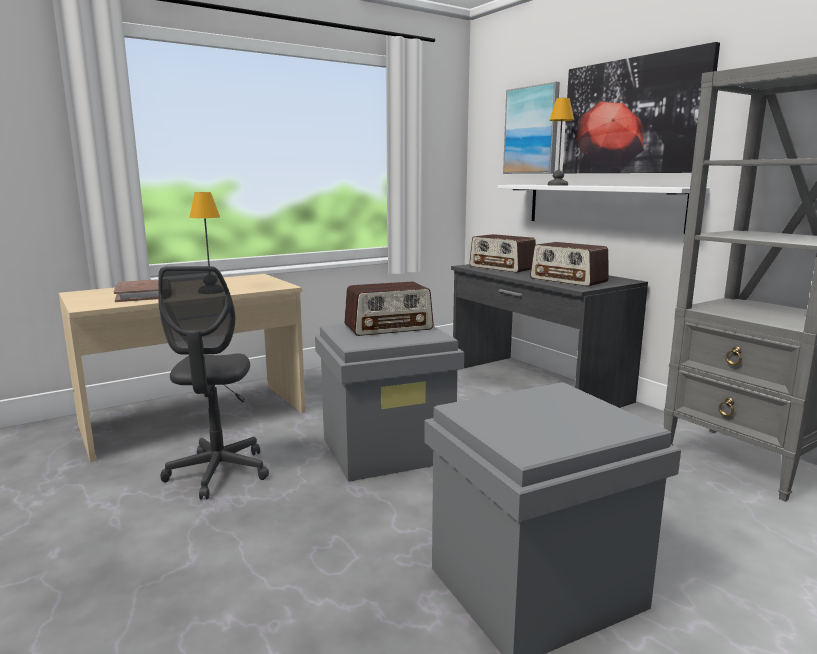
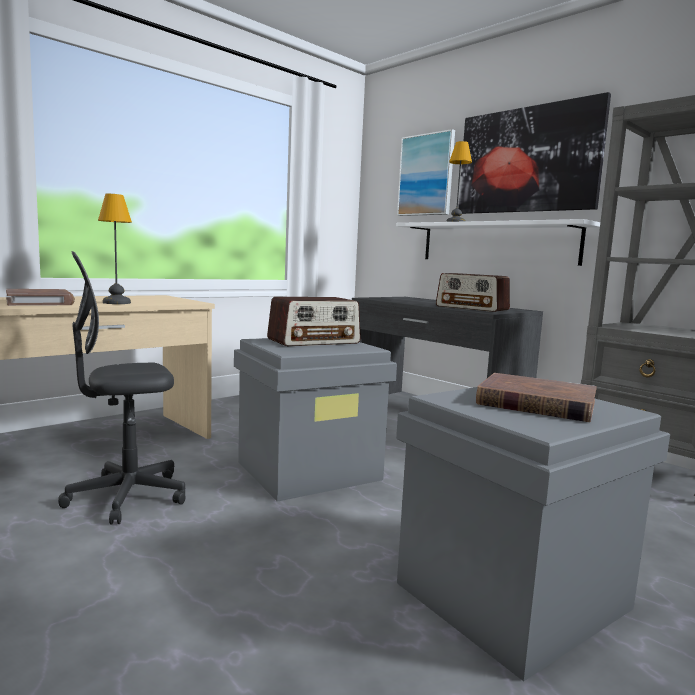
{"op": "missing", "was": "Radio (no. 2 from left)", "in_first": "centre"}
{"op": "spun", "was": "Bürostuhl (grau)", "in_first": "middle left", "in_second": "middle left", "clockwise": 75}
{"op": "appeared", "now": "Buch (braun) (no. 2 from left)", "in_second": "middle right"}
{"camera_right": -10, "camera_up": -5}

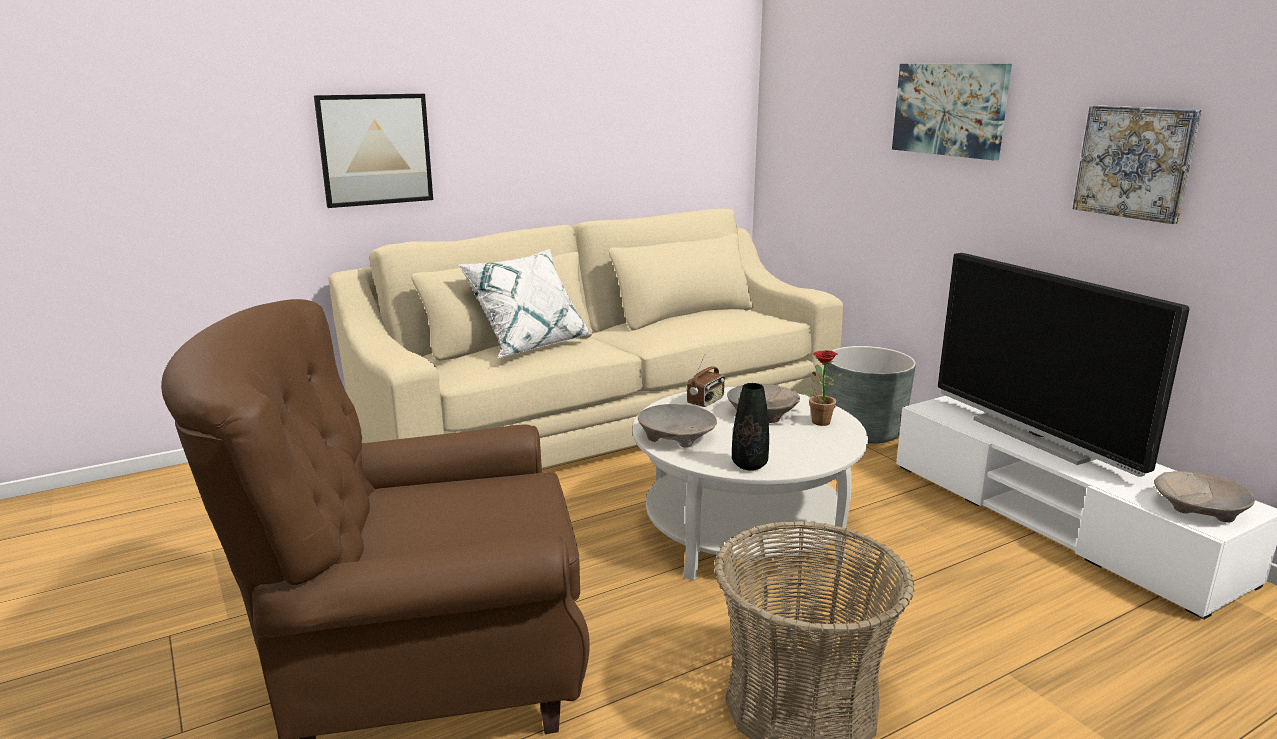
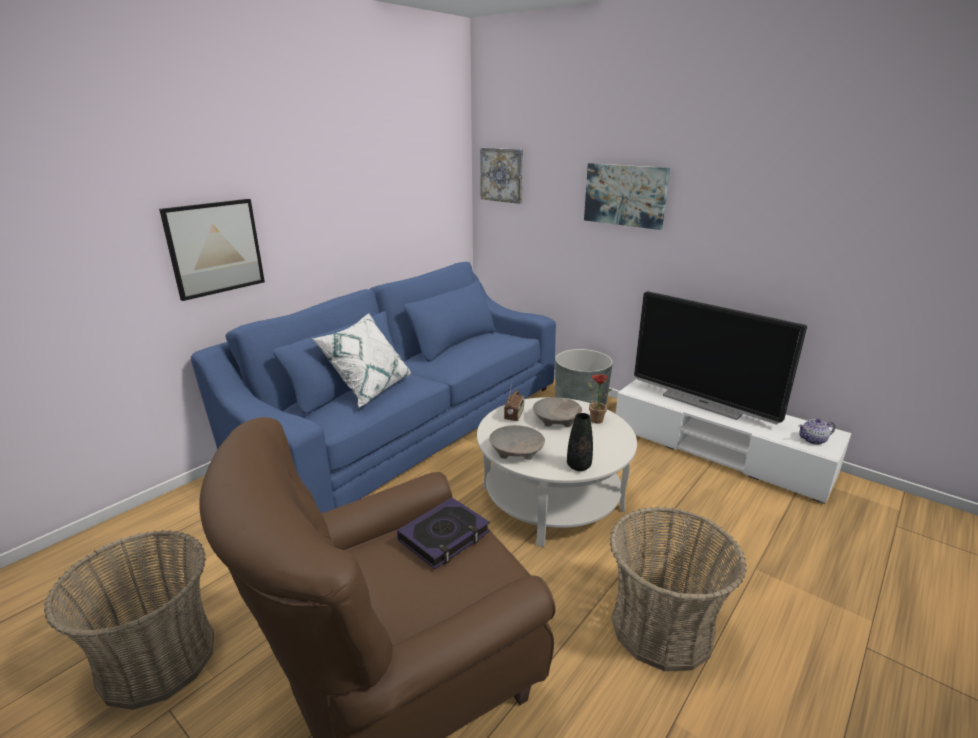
{"op": "relocated", "was": "Bild (no. 3 from left in the first image)", "now": "Bild (no. 2 from left)", "in_first": "top right", "in_second": "top centre"}
{"op": "colour", "was": "Sofa (beige)", "now": "Sofa (blau)", "in_first": "centre", "in_second": "centre"}
{"op": "exchanged", "was": "Schüssel (beige) (no. 3 from left)", "now": "Teekanne", "in_first": "bottom right", "in_second": "middle right"}
{"op": "appeared", "now": "Buch", "in_second": "bottom centre"}
{"op": "appeared", "now": "Korb (no. 1 from left)", "in_second": "bottom left"}
{"camera_right": -20, "camera_up": 5}

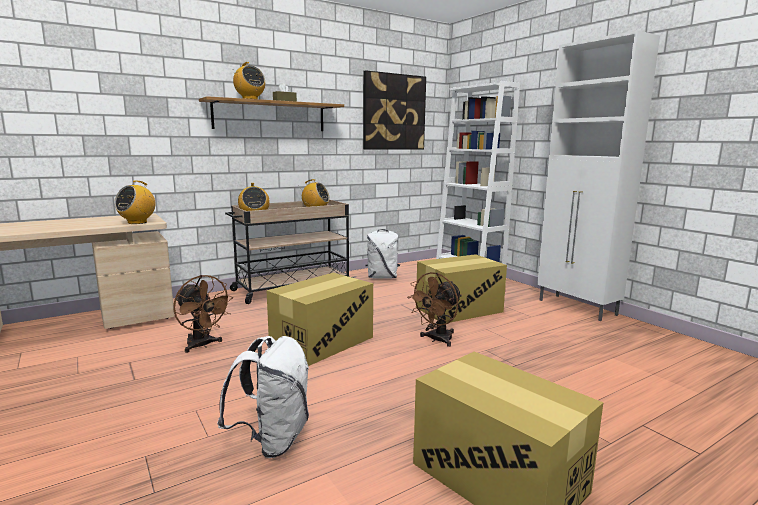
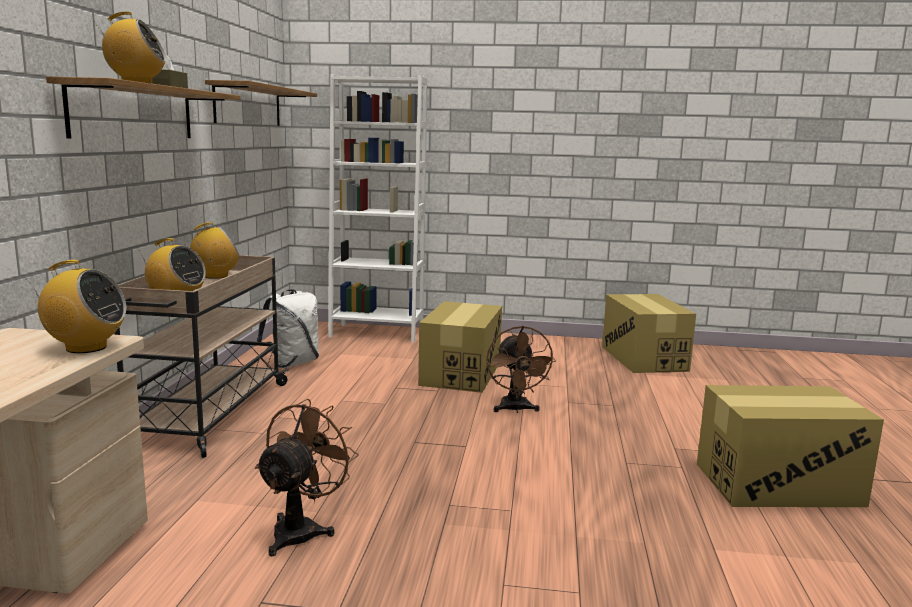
{"op": "missing", "was": "Schrank (weiß)", "in_first": "middle right"}
{"op": "exchanged", "was": "Bild", "now": "Wandregal (no. 2 from left)", "in_first": "top centre", "in_second": "top left"}
{"op": "spun", "was": "Radio (no. 1 from left)", "in_first": "middle left", "in_second": "middle left", "clockwise": -60}
{"op": "relocated", "was": "Karton (no. 1 from left in the first image)", "now": "Karton (no. 2 from left)", "in_first": "centre", "in_second": "middle right"}
{"op": "spun", "was": "Ventilator (braun) (no. 1 from left)", "in_first": "middle left", "in_second": "bottom centre", "clockwise": -60}
{"op": "missing", "was": "Rucksack (weiß) (no. 1 from left)", "in_first": "bottom centre"}
{"camera_right": -50, "camera_up": 0}

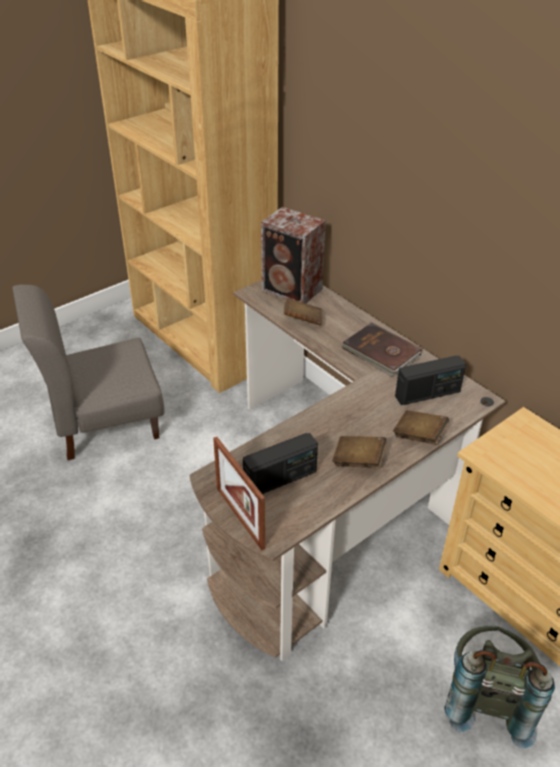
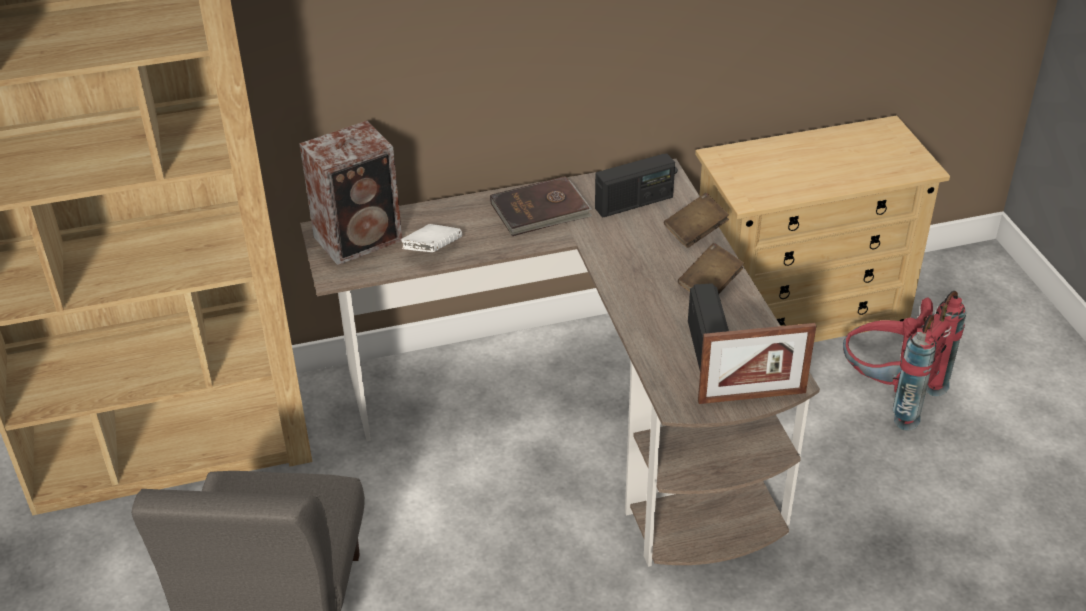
{"op": "colour", "was": "Buch (braun) (no. 1 from left)", "now": "Buch (weiß)", "in_first": "centre", "in_second": "centre"}
{"op": "spun", "was": "Radio (no. 2 from left in the first image)", "in_first": "middle right", "in_second": "top centre", "clockwise": 60}
{"op": "colour", "was": "Rucksack (grau)", "now": "Rucksack (rot)", "in_first": "bottom right", "in_second": "middle right"}
{"camera_right": -65, "camera_up": 0}

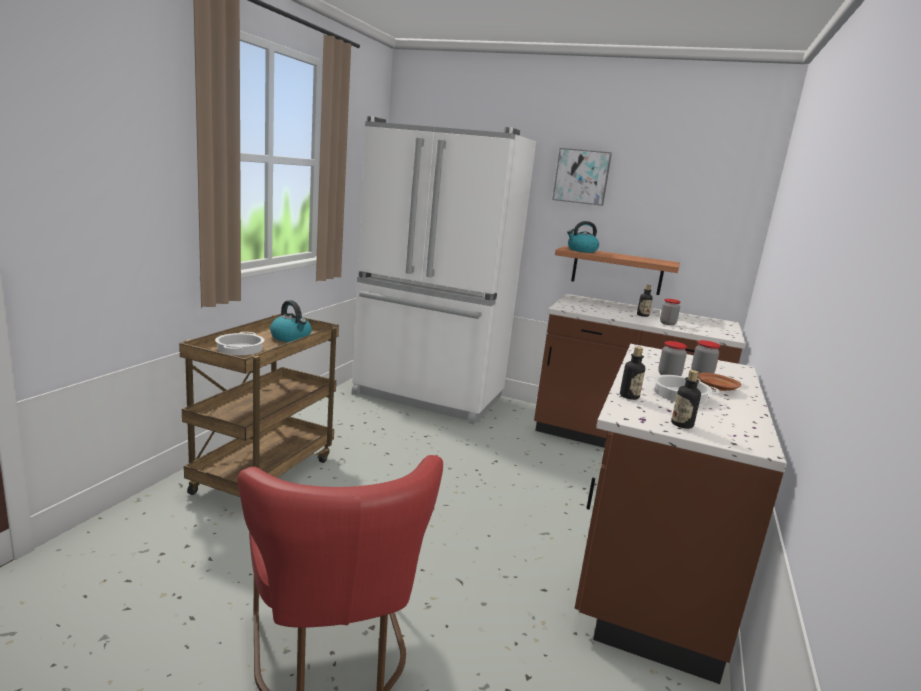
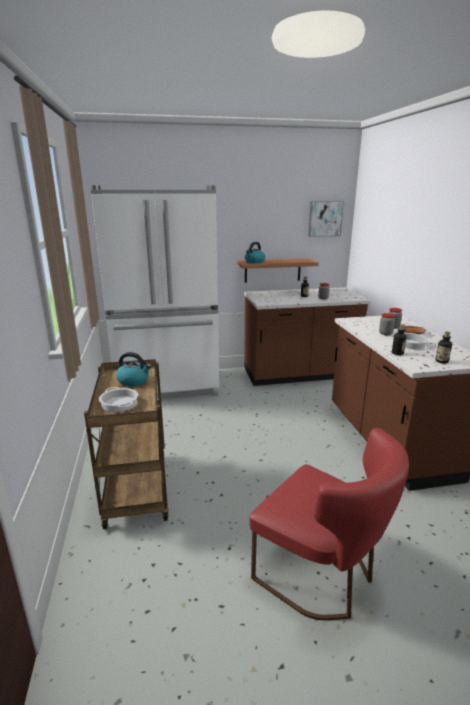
{"op": "relocated", "was": "Bild", "in_first": "top centre", "in_second": "top right"}
{"camera_right": -30, "camera_up": 5}

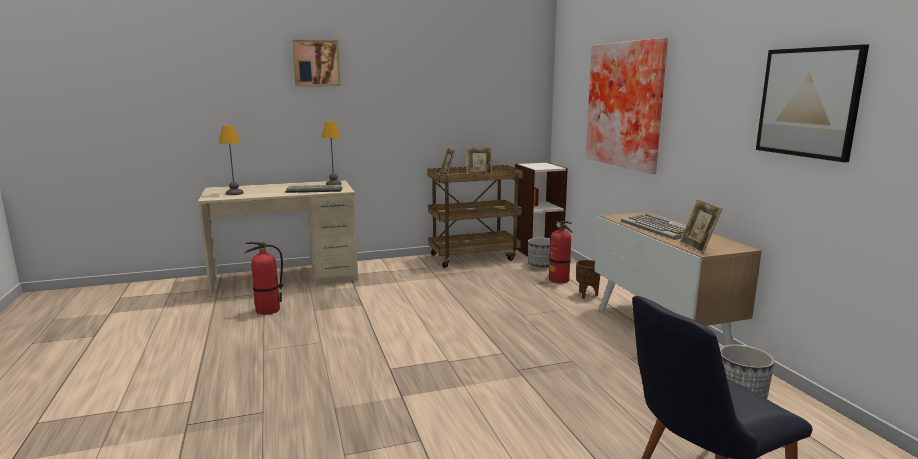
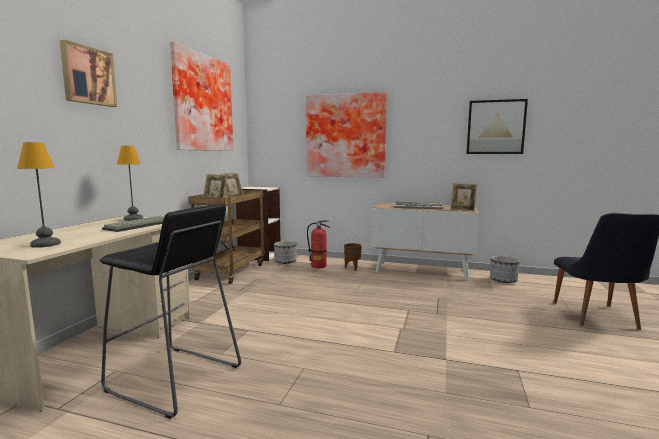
{"op": "exchanged", "was": "Feuerlöscher (no. 1 from left)", "now": "Hocker (schwarz)", "in_first": "middle left", "in_second": "bottom left"}
{"op": "appeared", "now": "Bild (no. 2 from left)", "in_second": "top left"}
{"camera_right": -55, "camera_up": -5}

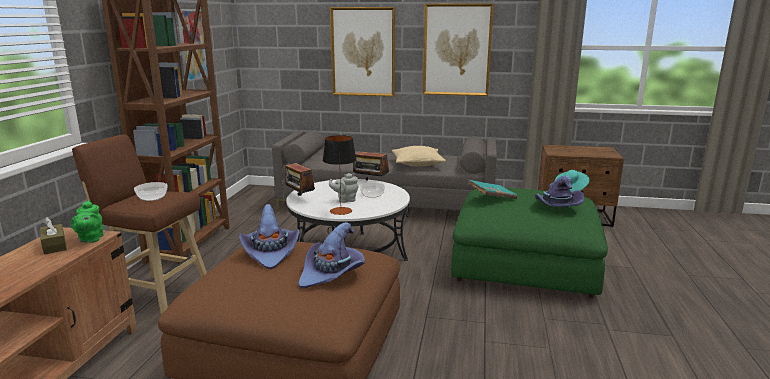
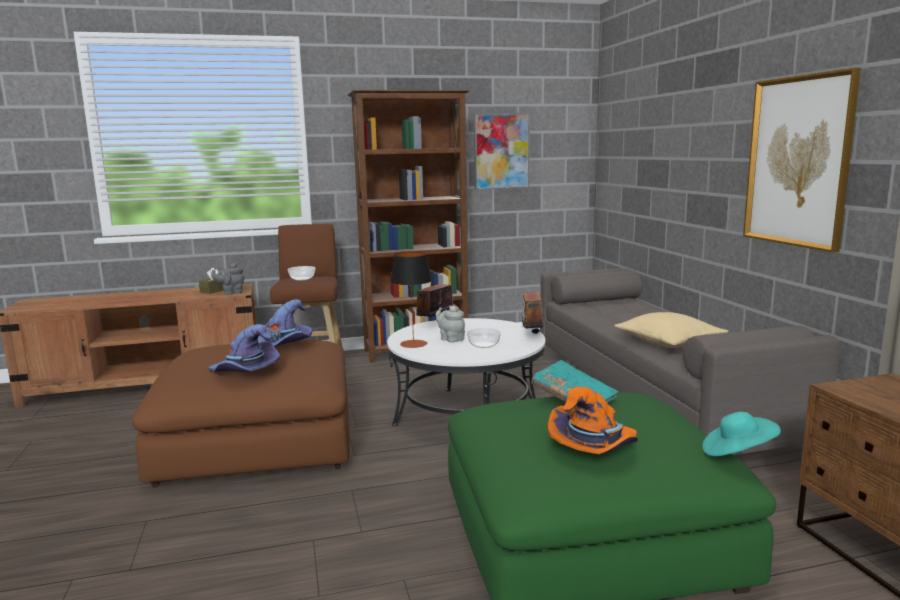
{"op": "missing", "was": "Bild (no. 2 from left)", "in_first": "top centre"}
{"op": "colour", "was": "Hut (lila) (no. 3 from left)", "now": "Hut (orange)", "in_first": "middle right", "in_second": "bottom centre"}
{"op": "colour", "was": "Teekanne (grün)", "now": "Teekanne (grau) (no. 1 from left)", "in_first": "middle left", "in_second": "middle left"}
{"camera_right": 65, "camera_up": -5}

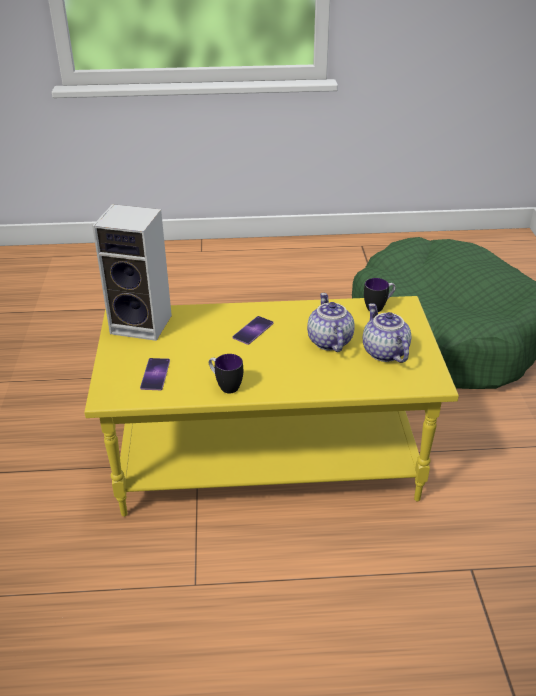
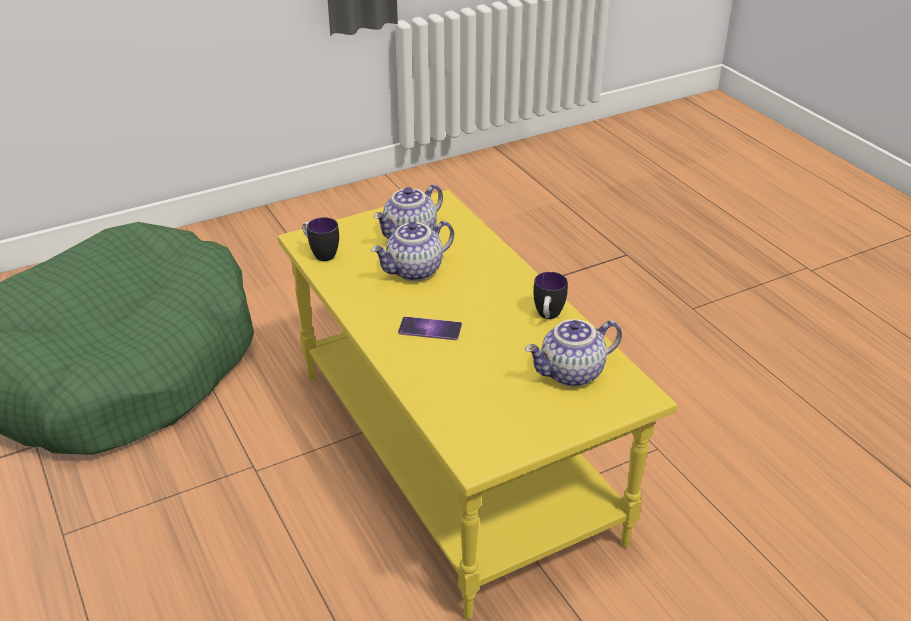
{"op": "missing", "was": "Lautsprecher", "in_first": "middle left"}
{"op": "exchanged", "was": "Handy (no. 1 from left)", "now": "Teekanne (no. 3 from left)", "in_first": "middle left", "in_second": "centre"}
{"camera_right": -115, "camera_up": 0}

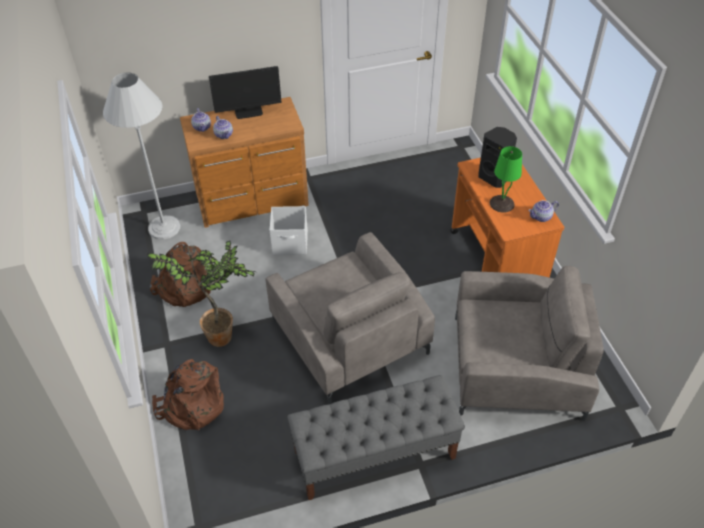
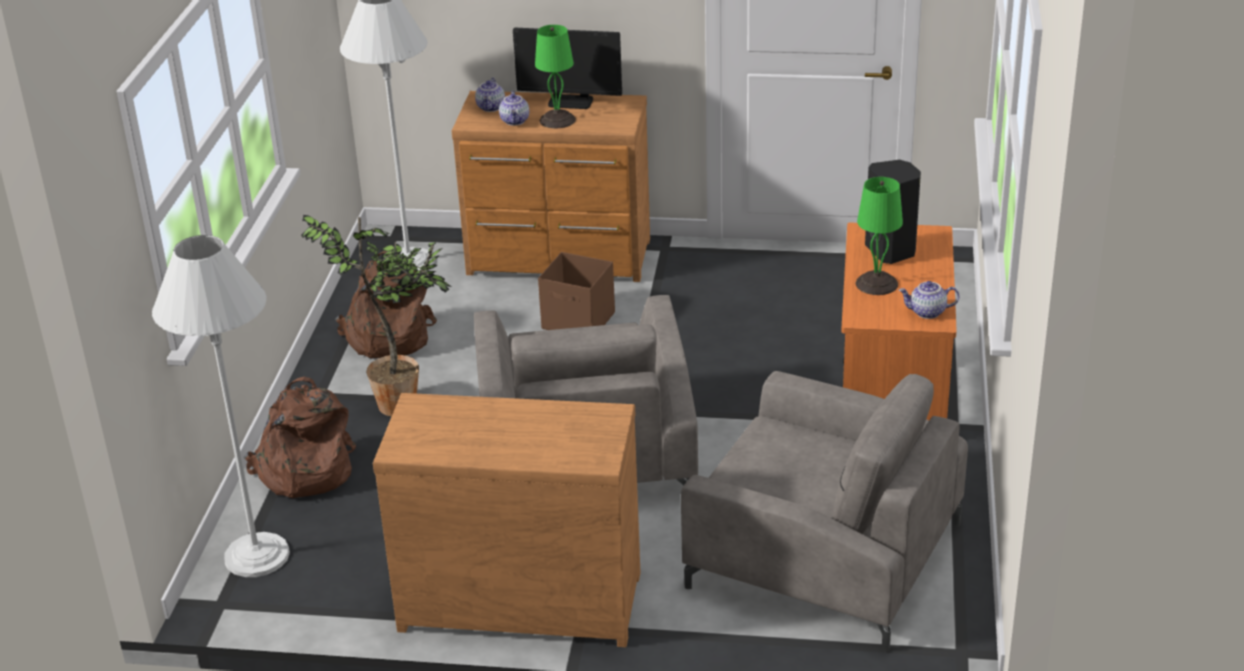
{"op": "colour", "was": "Aufbewahrungsbox (weiß)", "now": "Aufbewahrungsbox (braun)", "in_first": "centre", "in_second": "centre"}
{"op": "exchanged", "was": "Bank (grau)", "now": "Kommode (braun) (no. 1 from left)", "in_first": "bottom centre", "in_second": "bottom centre"}
{"op": "appeared", "now": "Tischlampe (grün) (no. 1 from left)", "in_second": "top centre"}
{"op": "appeared", "now": "Stehlampe (weiß) (no. 1 from left)", "in_second": "middle left"}
{"camera_right": 25, "camera_up": -15}

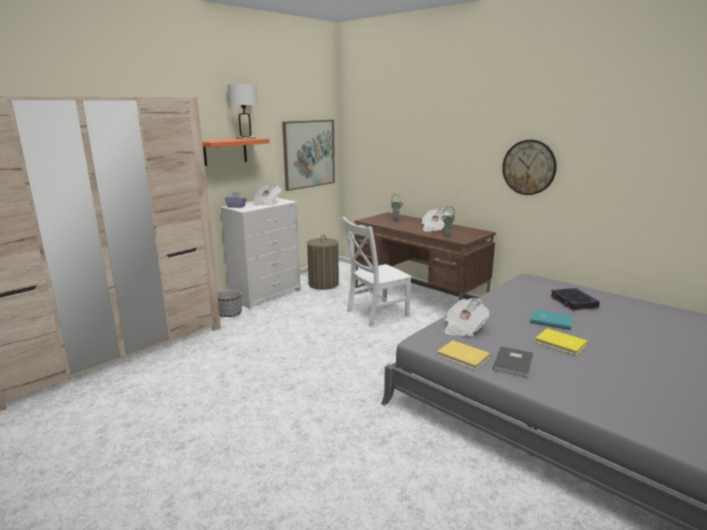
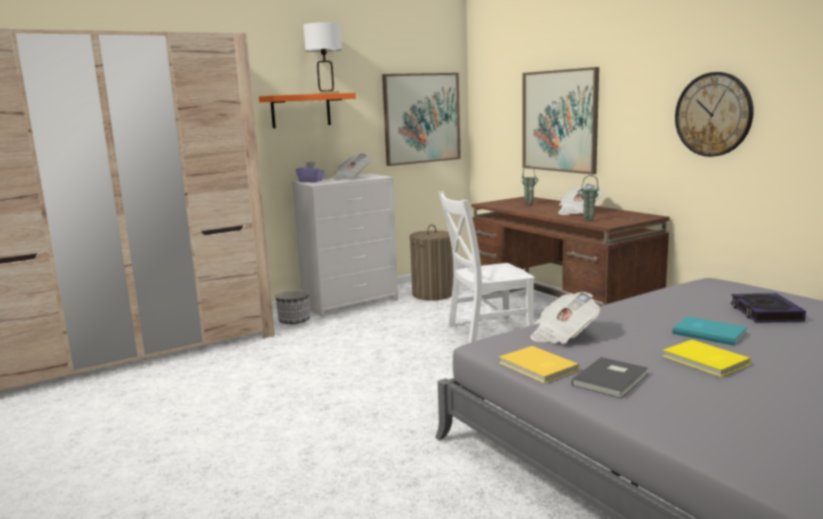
{"op": "appeared", "now": "Bild (no. 2 from left)", "in_second": "top right"}
{"camera_right": 15, "camera_up": -5}

